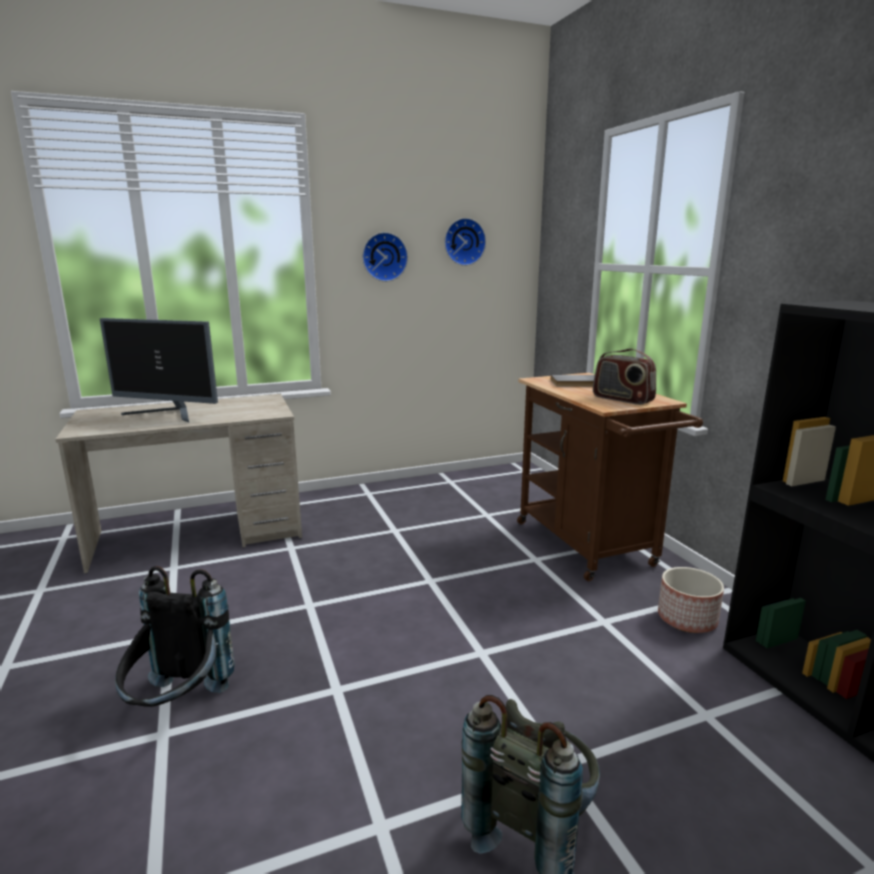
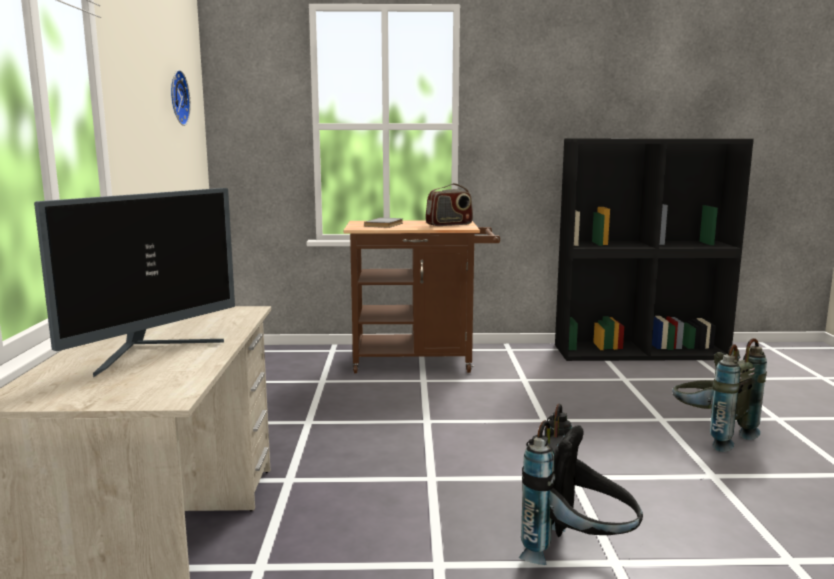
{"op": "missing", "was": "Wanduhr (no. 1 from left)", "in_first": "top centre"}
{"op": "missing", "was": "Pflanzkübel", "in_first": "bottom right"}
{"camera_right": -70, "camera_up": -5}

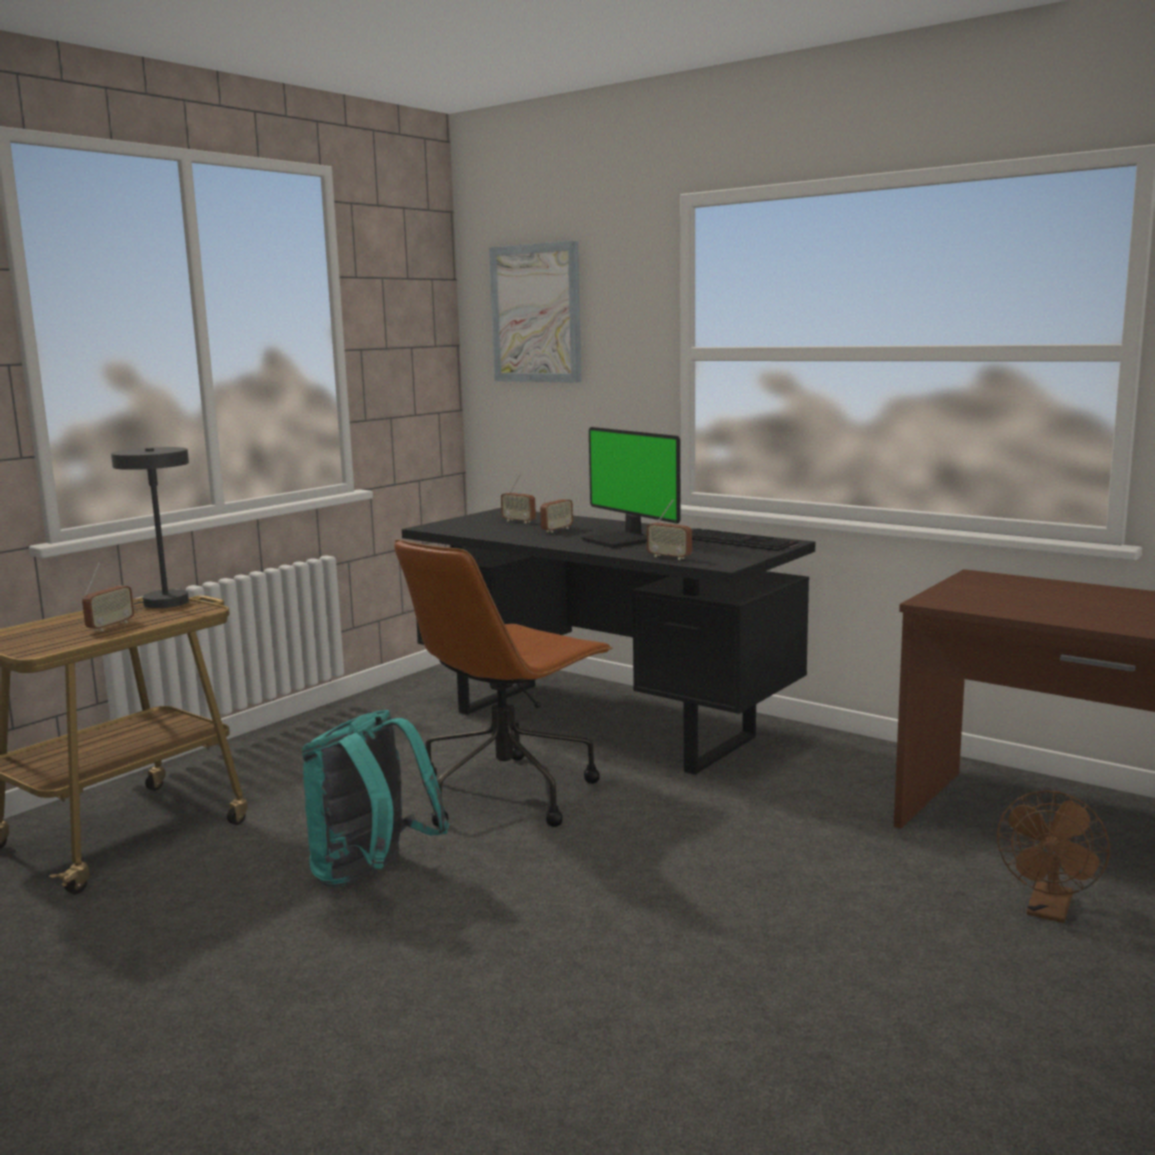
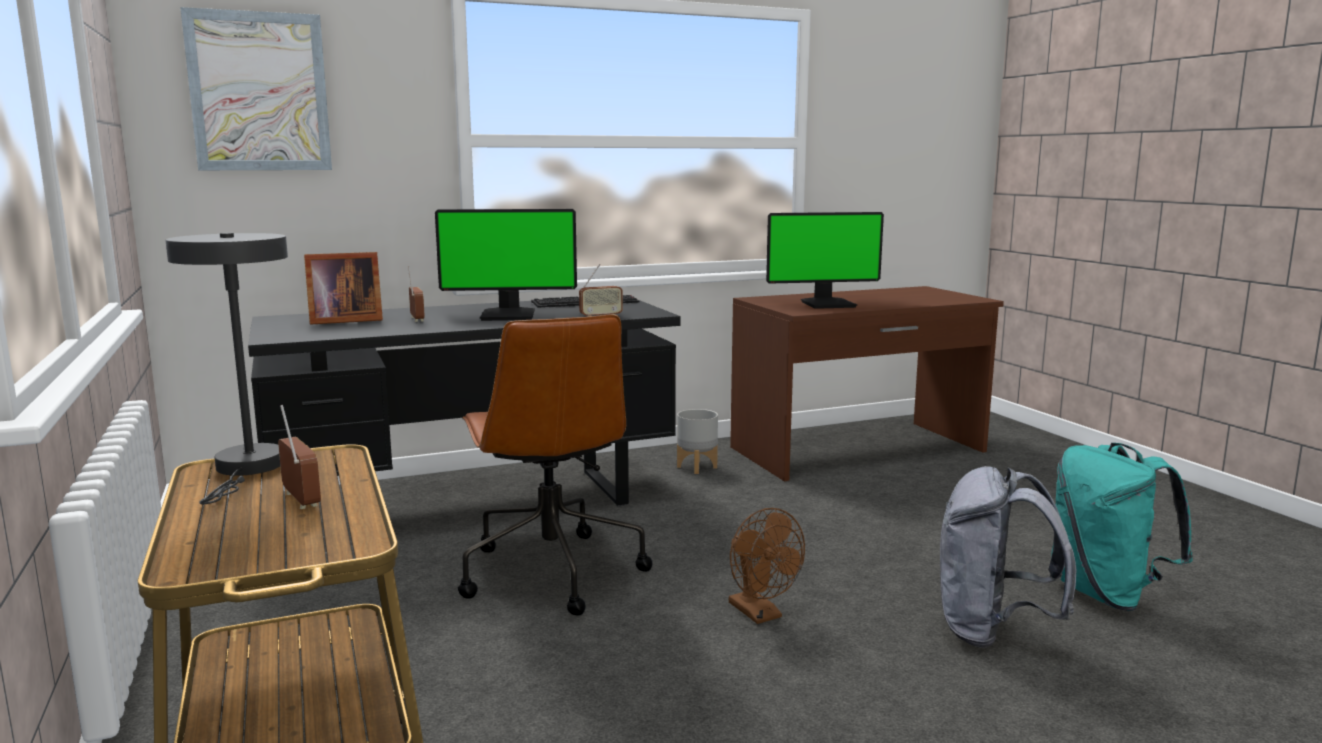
{"op": "exchanged", "was": "Radio (no. 2 from left)", "now": "Bilderrahmen", "in_first": "centre", "in_second": "middle left"}
{"op": "relocated", "was": "Rucksack (türkis)", "in_first": "bottom left", "in_second": "bottom right"}
{"op": "relocated", "was": "Ventilator (braun)", "in_first": "bottom right", "in_second": "bottom centre"}
{"op": "appeared", "now": "Monitor (no. 2 from left)", "in_second": "centre"}
{"op": "appeared", "now": "Pflanzkübel (grau)", "in_second": "centre"}
{"op": "appeared", "now": "Rucksack (grau)", "in_second": "bottom right"}
{"camera_right": -60, "camera_up": 0}

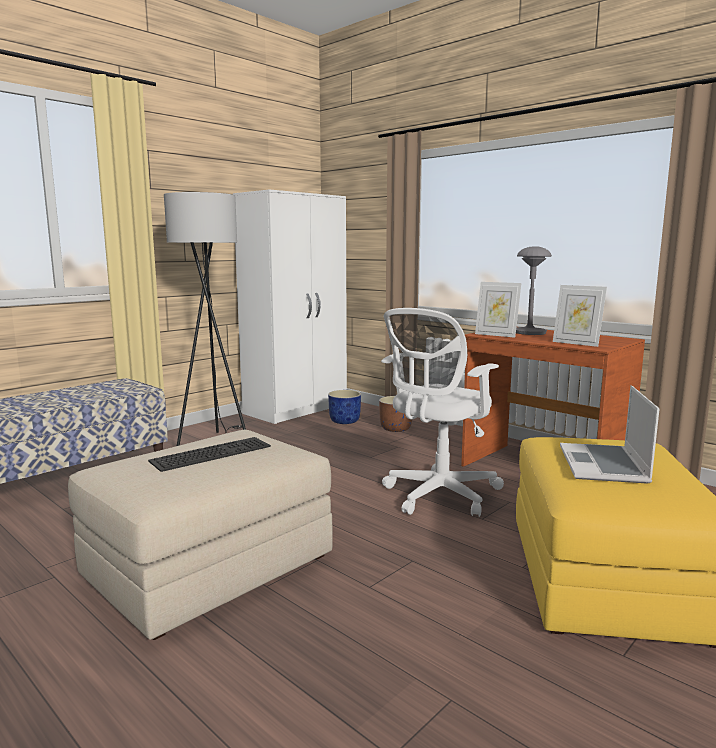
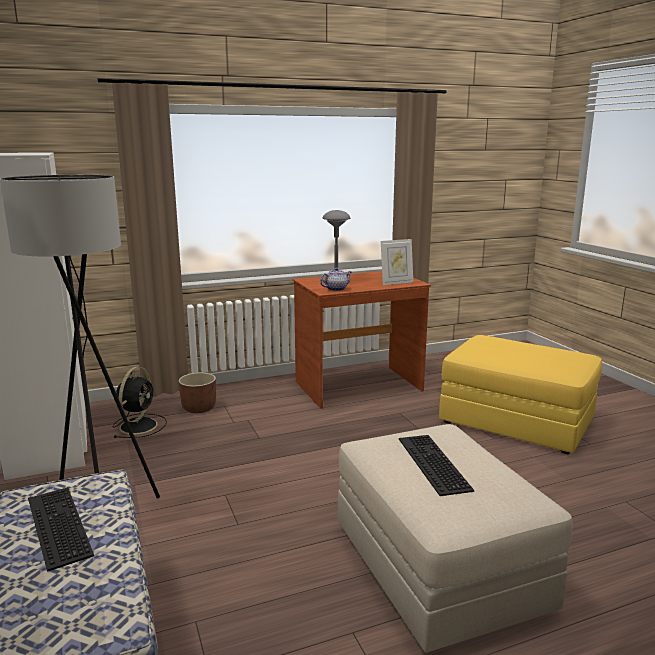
{"op": "exchanged", "was": "Bilderrahmen (no. 1 from left)", "now": "Teekanne", "in_first": "middle right", "in_second": "centre"}
{"op": "missing", "was": "Bürostuhl (weiß)", "in_first": "centre"}
{"op": "missing", "was": "Laptop", "in_first": "middle right"}
{"op": "exchanged", "was": "Pflanzkübel (blau)", "now": "Ventilator (schwarz)", "in_first": "centre", "in_second": "middle left"}
{"op": "appeared", "now": "Tastatur (no. 1 from left)", "in_second": "bottom left"}
{"camera_right": -65, "camera_up": 5}

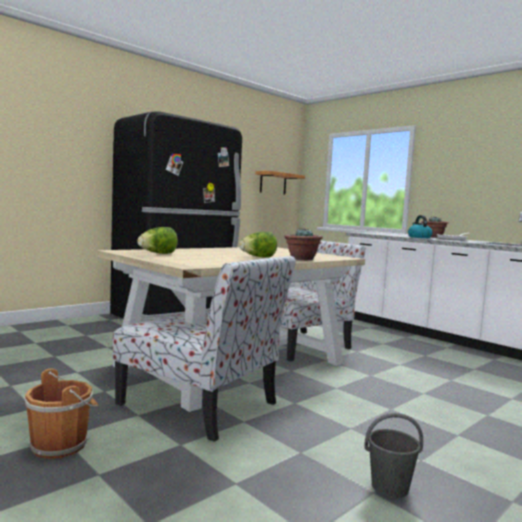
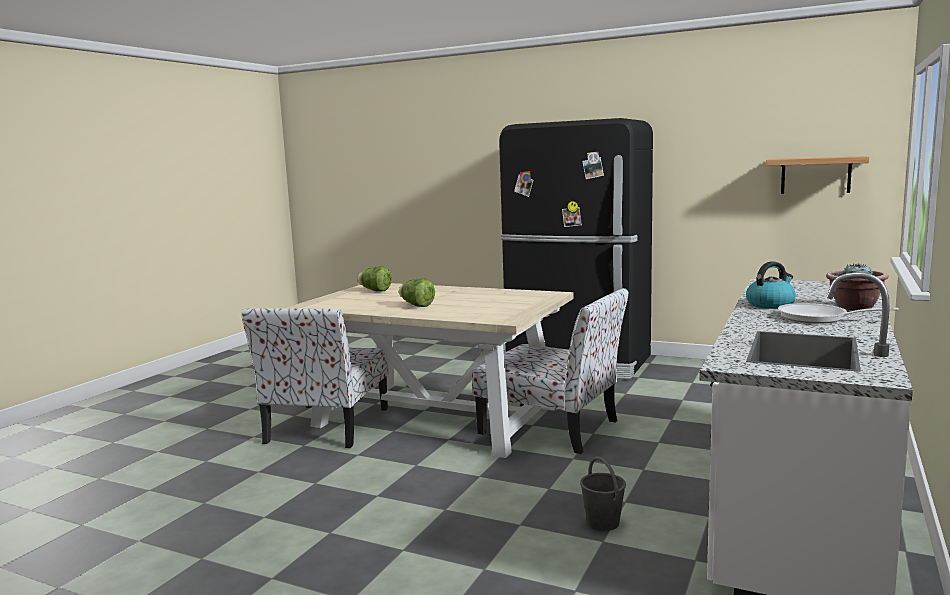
{"op": "missing", "was": "Topfpflanze (no. 1 from left)", "in_first": "centre"}
{"op": "missing", "was": "Eimer (braun)", "in_first": "bottom left"}
{"op": "relocated", "was": "Eimer (grau)", "in_first": "bottom right", "in_second": "bottom centre"}
{"camera_right": 70, "camera_up": 5}

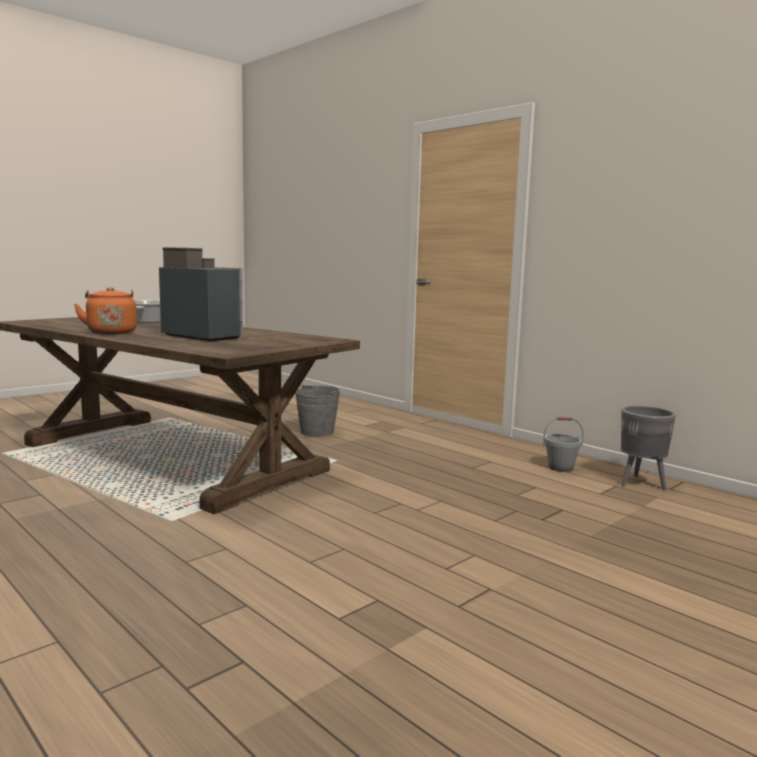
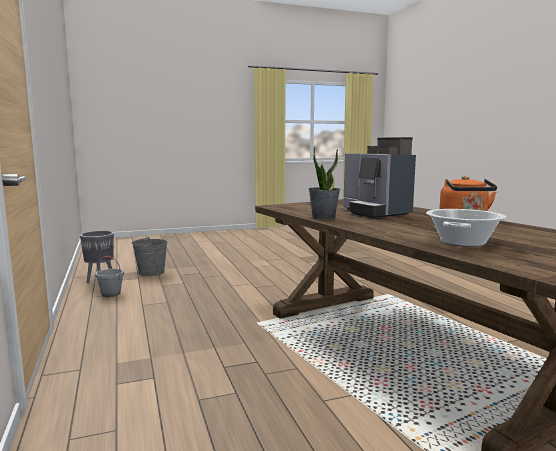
{"op": "relocated", "was": "Eimer (grau) (no. 1 from left in the first image)", "now": "Eimer (grau) (no. 2 from left)", "in_first": "centre", "in_second": "middle left"}
{"op": "appeared", "now": "Topfpflanze", "in_second": "centre"}
{"camera_right": -155, "camera_up": 0}

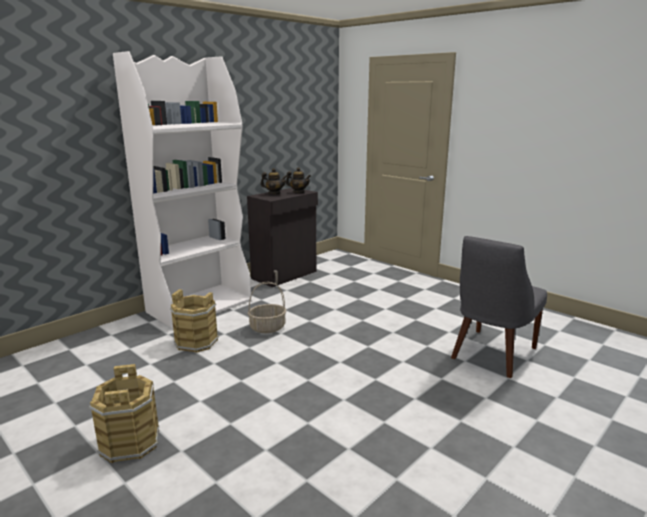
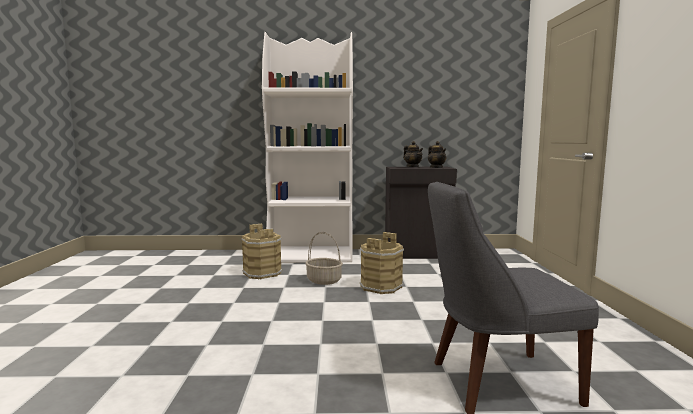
{"op": "relocated", "was": "Eimer (braun) (no. 1 from left in the first image)", "now": "Eimer (braun) (no. 2 from left)", "in_first": "bottom left", "in_second": "centre"}
{"camera_right": 45, "camera_up": -10}

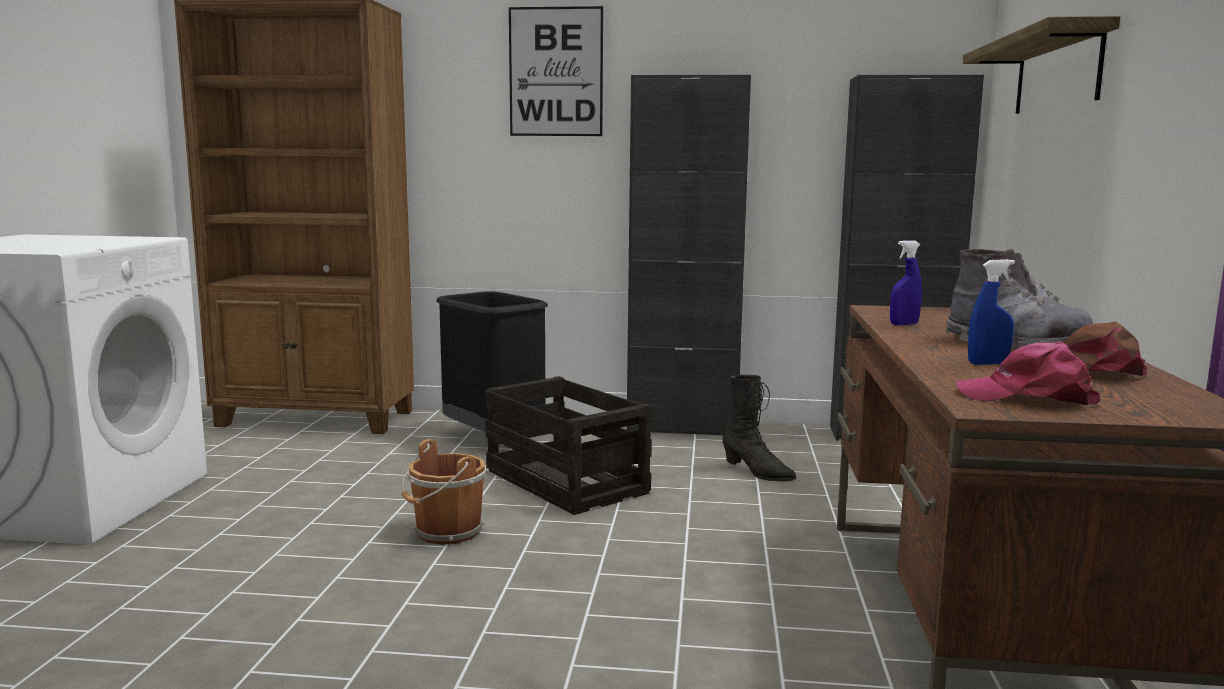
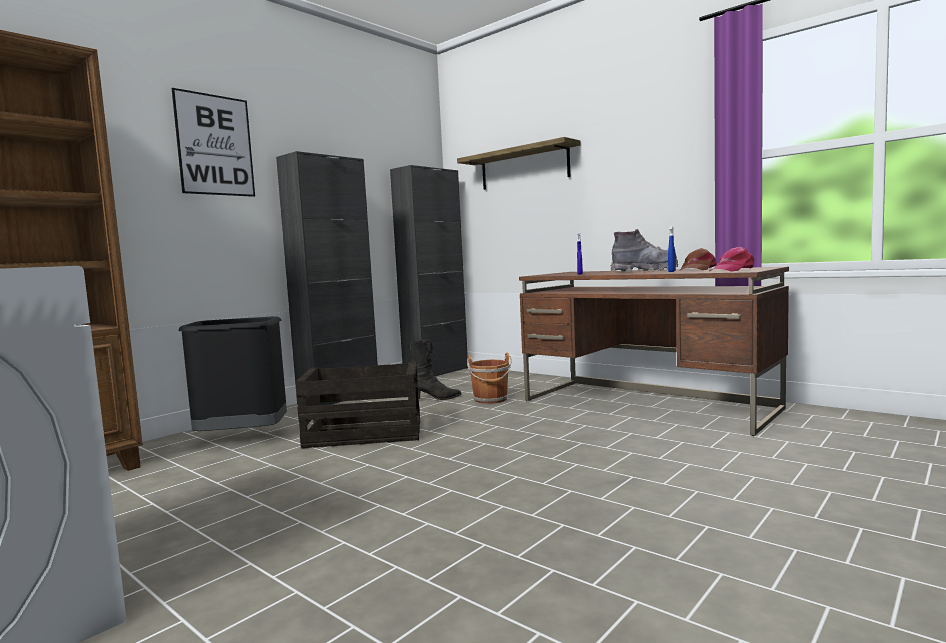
{"op": "relocated", "was": "Eimer (braun)", "in_first": "bottom centre", "in_second": "centre"}
{"camera_right": -55, "camera_up": -5}

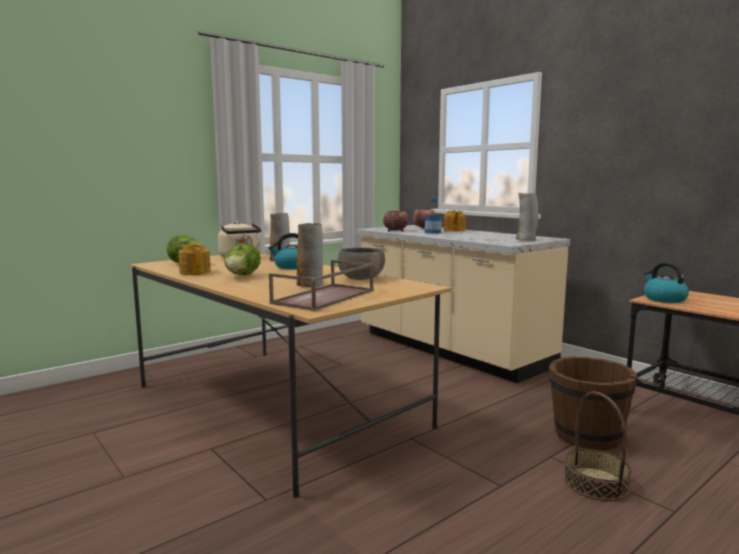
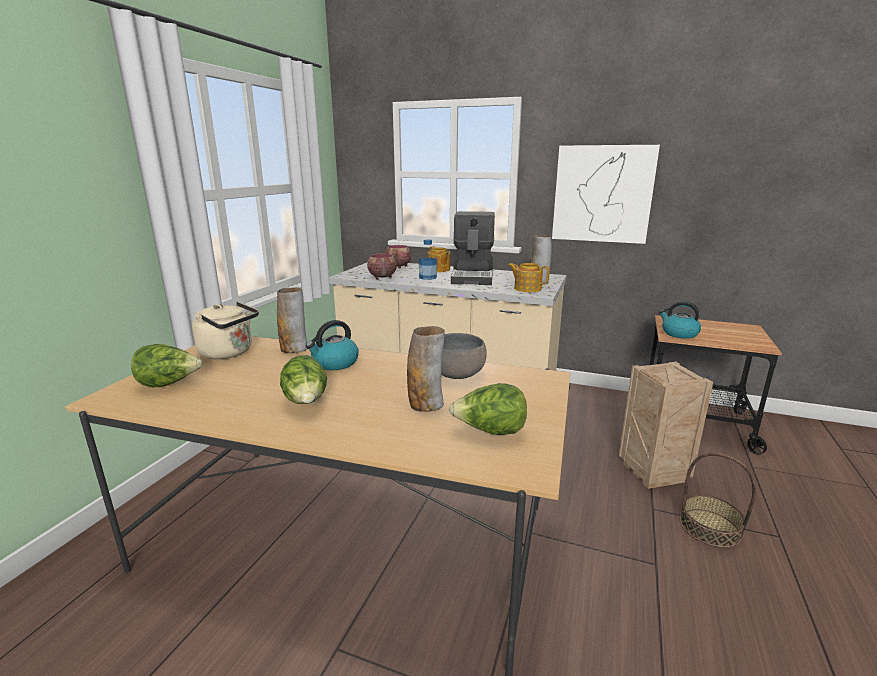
{"op": "relocated", "was": "Teekanne (no. 1 from left in the first image)", "now": "Teekanne (no. 2 from left)", "in_first": "middle left", "in_second": "centre"}
{"op": "exchanged", "was": "Tablett (braun)", "now": "Salatkopf (no. 3 from left)", "in_first": "centre", "in_second": "centre"}
{"op": "exchanged", "was": "Eimer (braun)", "now": "Kiste", "in_first": "bottom right", "in_second": "middle right"}
{"op": "appeared", "now": "Bild", "in_second": "top right"}
{"op": "appeared", "now": "Kaffeemaschine", "in_second": "centre"}
{"camera_right": -30, "camera_up": 10}

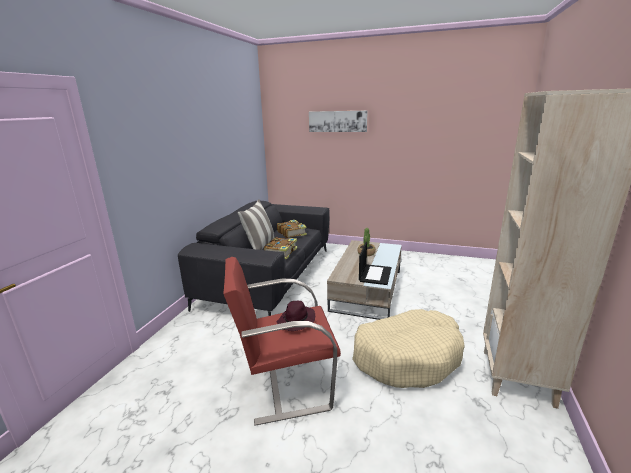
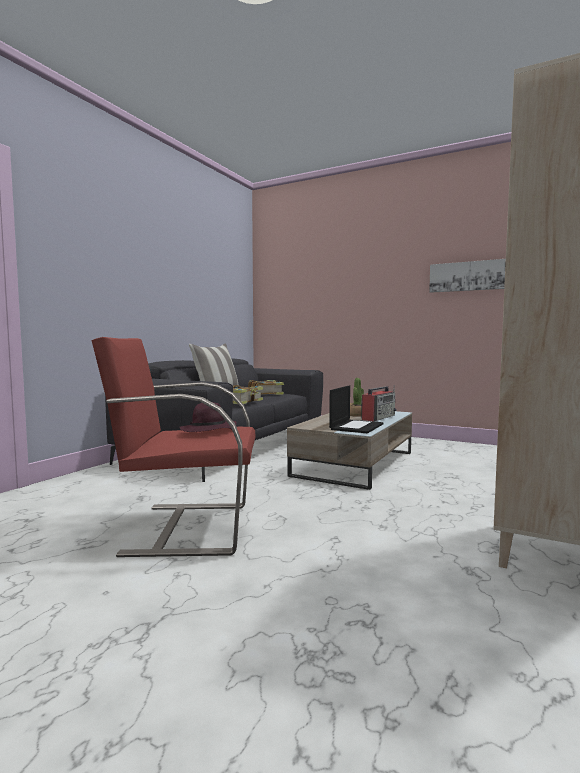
{"op": "relocated", "was": "Bild", "in_first": "top centre", "in_second": "middle right"}
{"op": "missing", "was": "Hundebett (beige)", "in_first": "bottom centre"}
{"op": "appeared", "now": "Radio", "in_second": "centre"}
{"camera_right": 10, "camera_up": -15}

